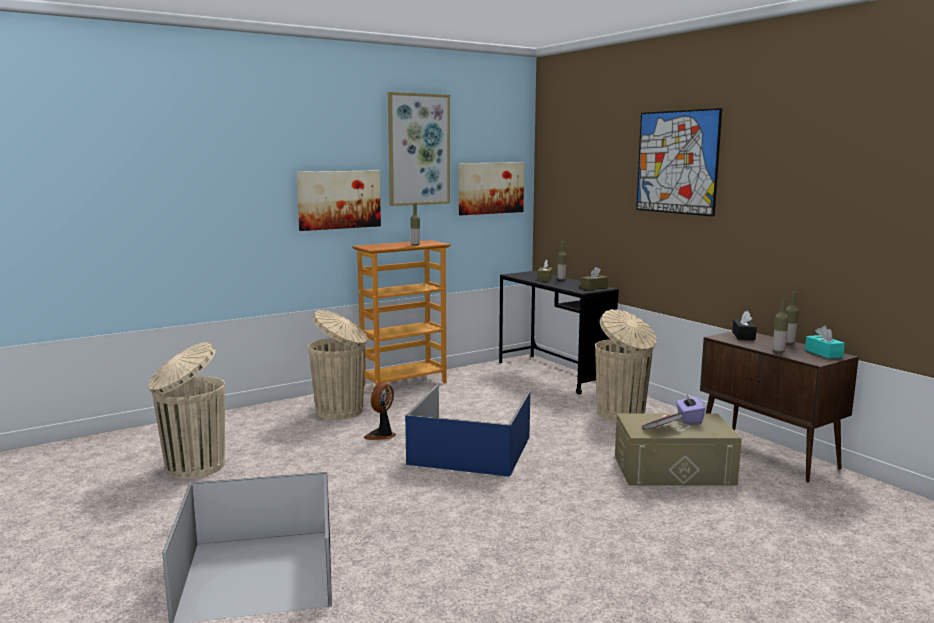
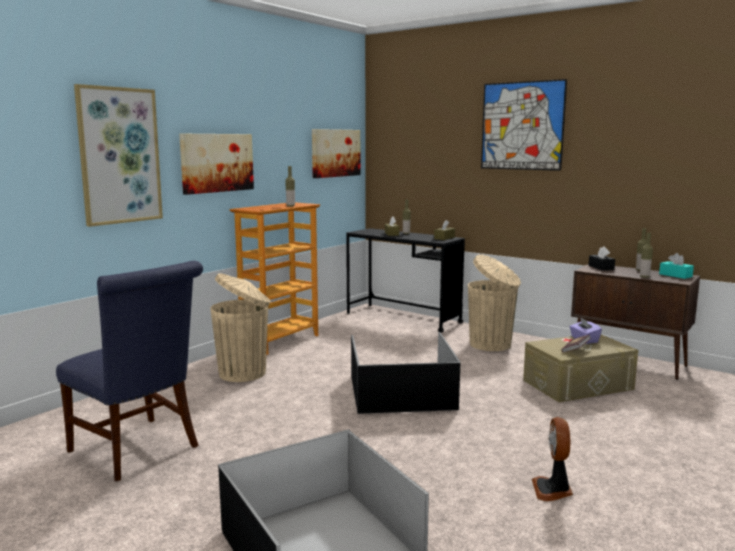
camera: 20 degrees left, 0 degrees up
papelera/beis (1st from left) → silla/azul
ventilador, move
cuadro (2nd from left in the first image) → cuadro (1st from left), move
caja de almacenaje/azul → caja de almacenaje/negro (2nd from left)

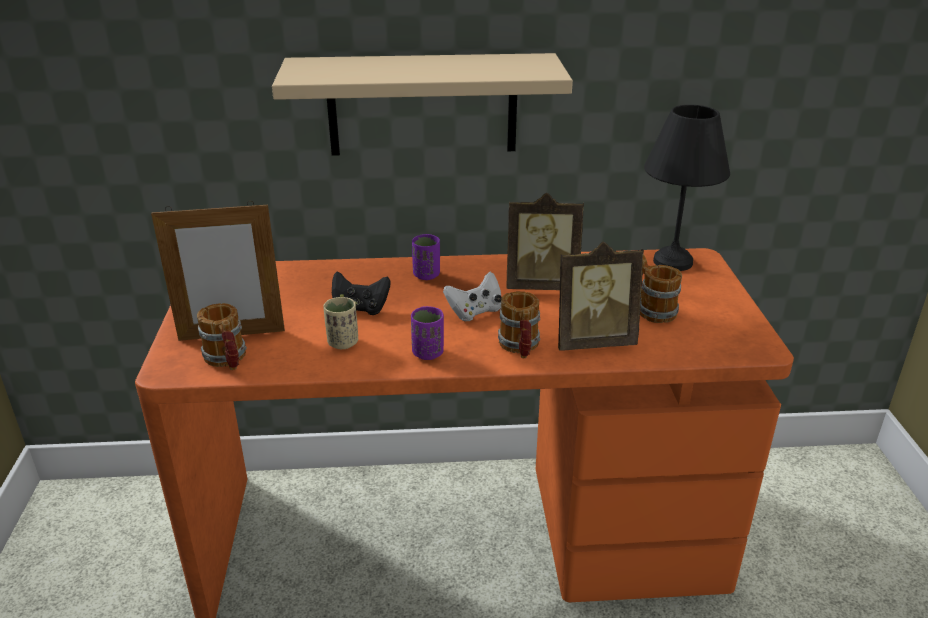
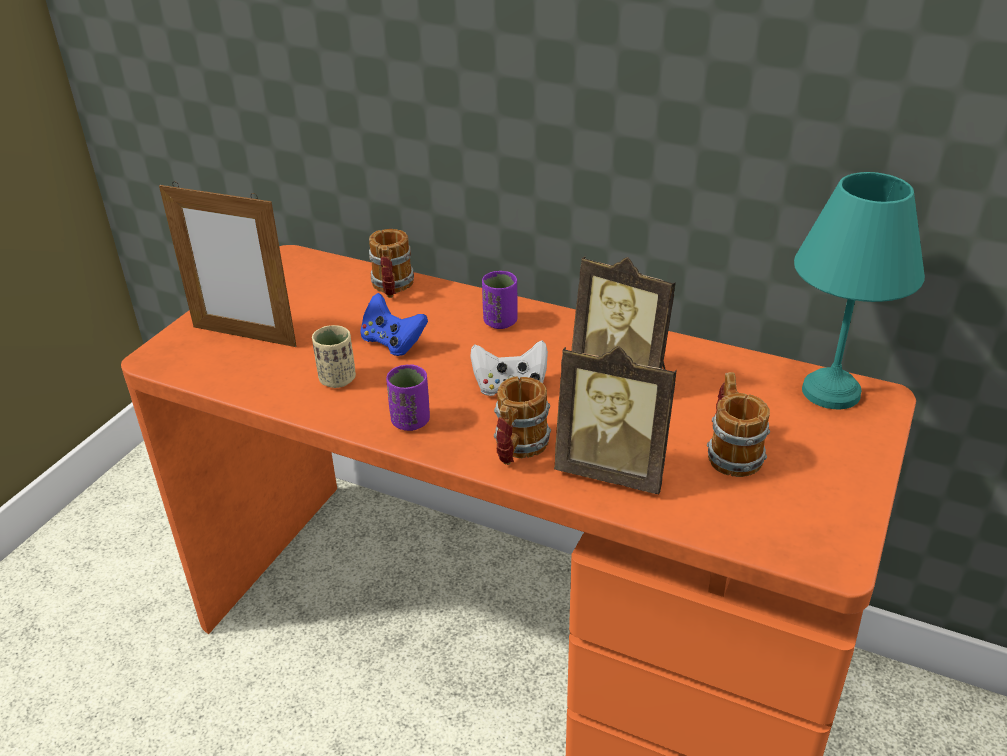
camera: 30 degrees right, 5 degrees up
taza grande (1st from left), move
estante/beis → -
mando de consola/negro → mando de consola/azul
lámpara de mesa/negro → lámpara de mesa/turquesa

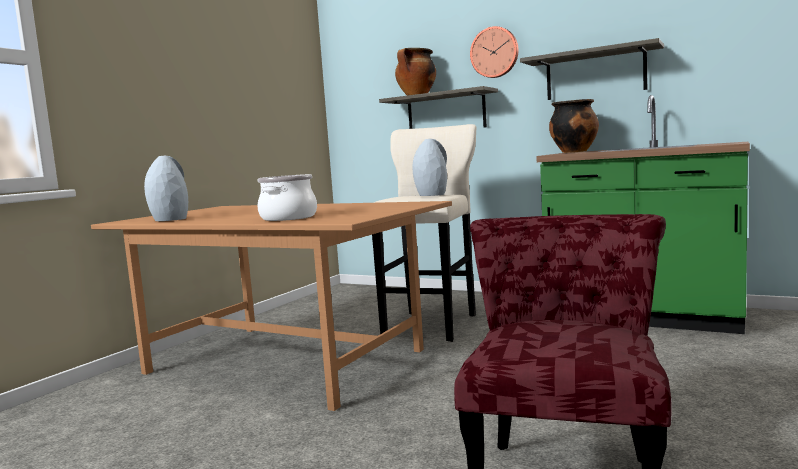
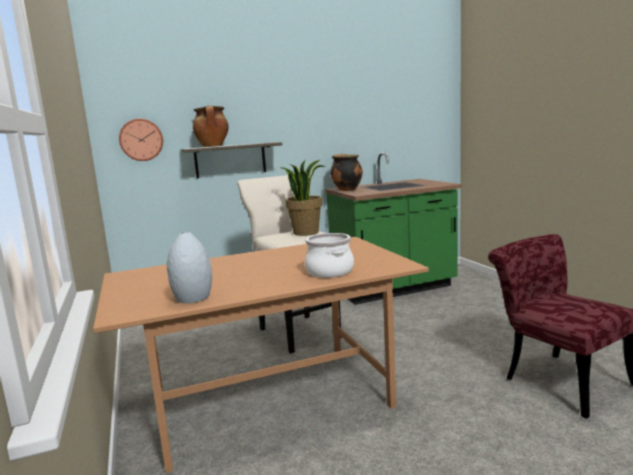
camera: 50 degrees left, 5 degrees up
florero/gris (2nd from left) → planta en maceta
reloj de pared, move
estante (2nd from left) → -

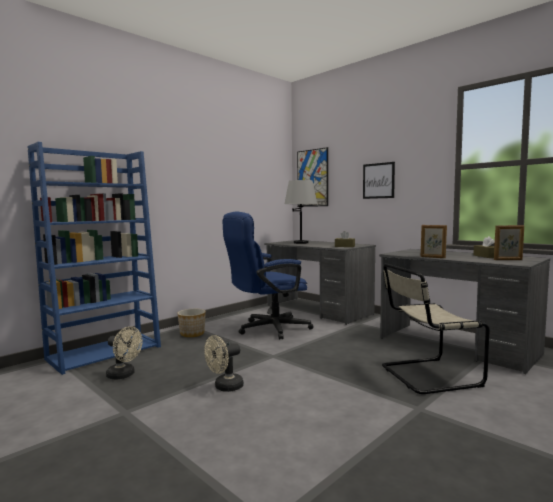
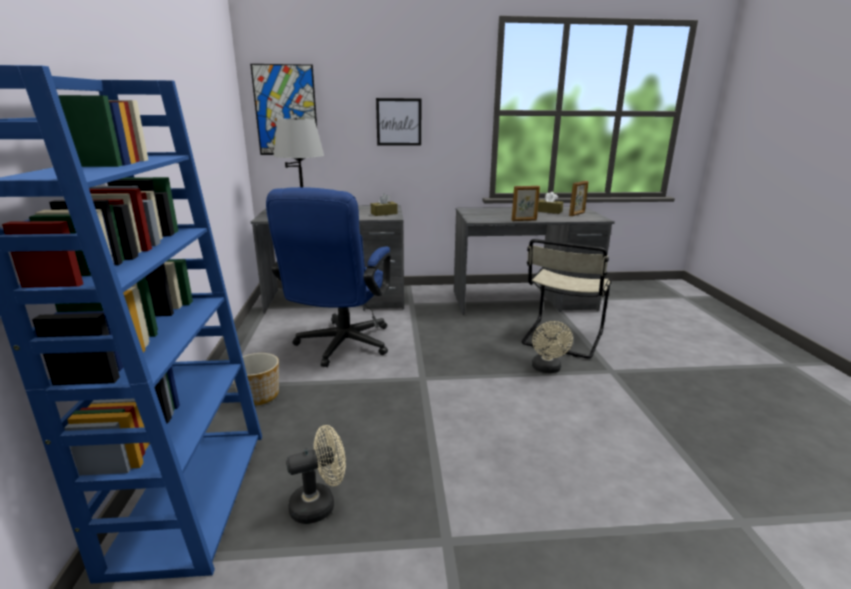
camera: 50 degrees left, 15 degrees up
ventilador/beis (2nd from left), move

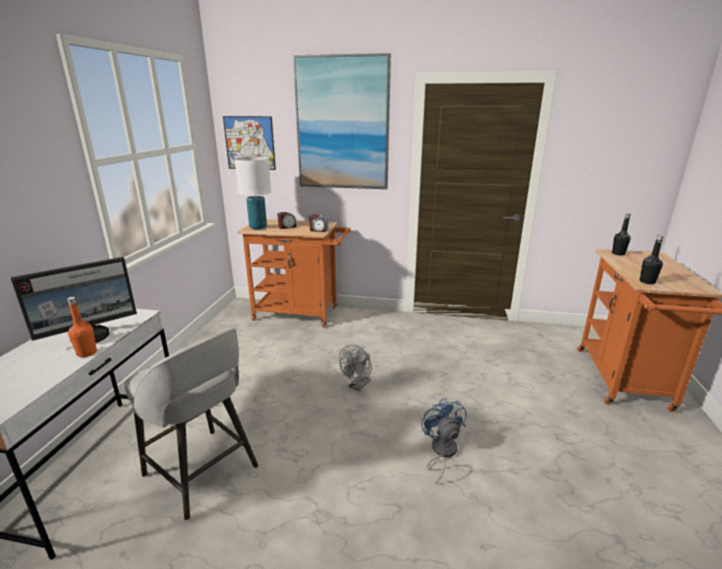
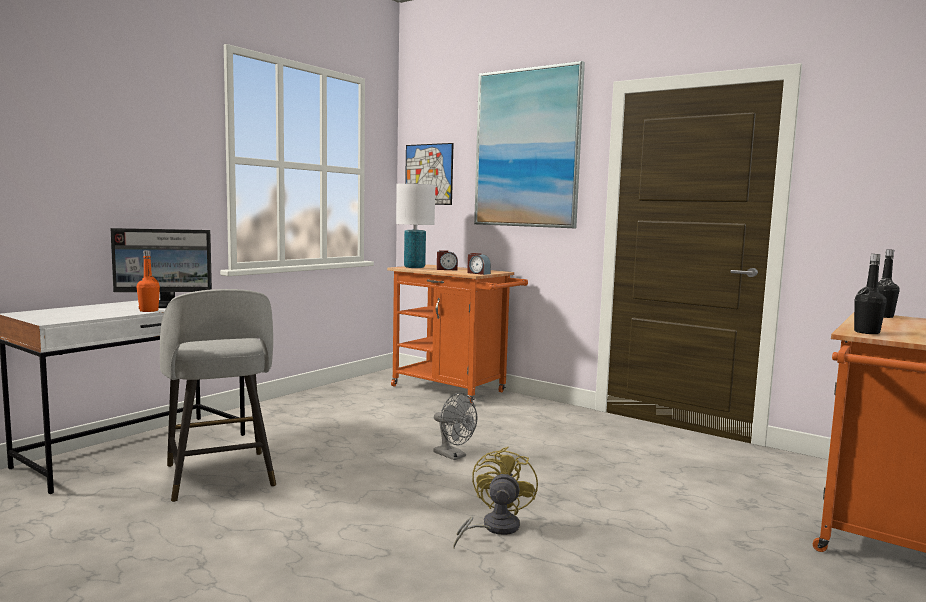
camera: 25 degrees right, 15 degrees down
ventilador/gris, 105 degrees counterclockwise
ventilador/azul → ventilador/amarillo

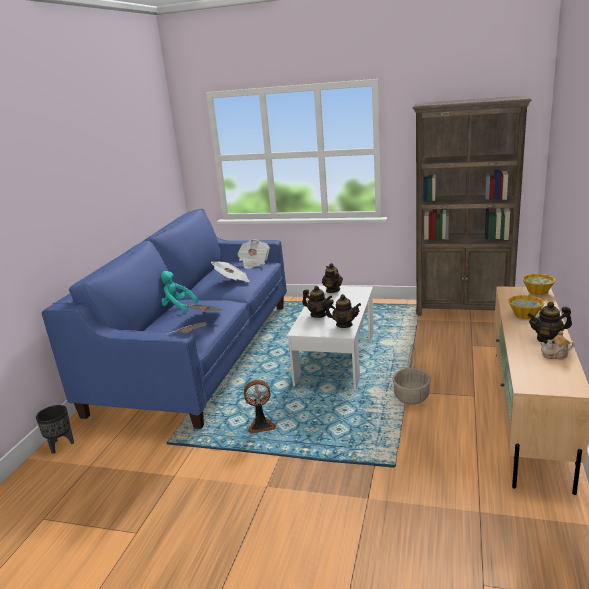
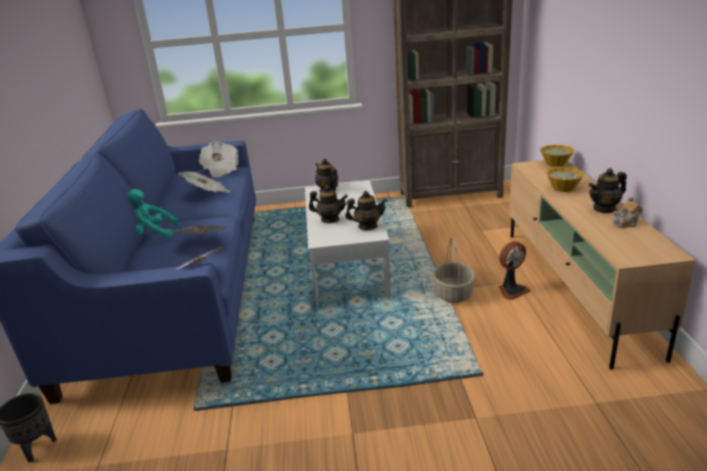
camera: 20 degrees left, 5 degrees up
ventilador, move

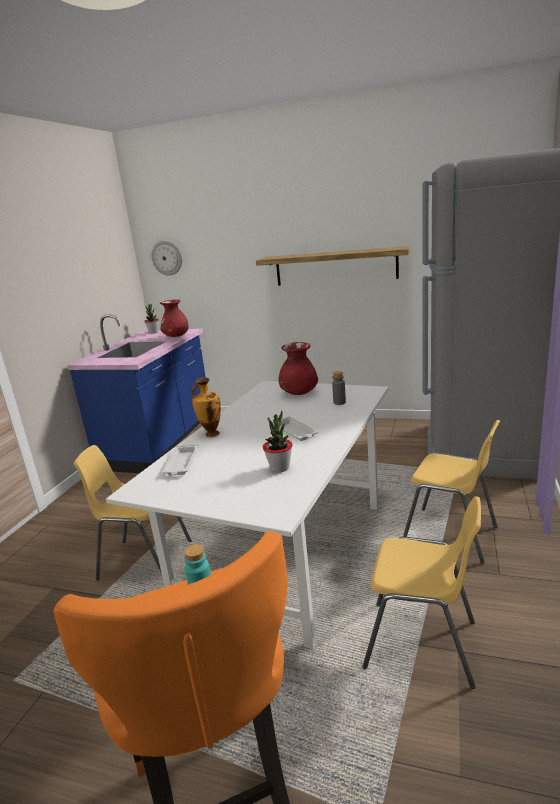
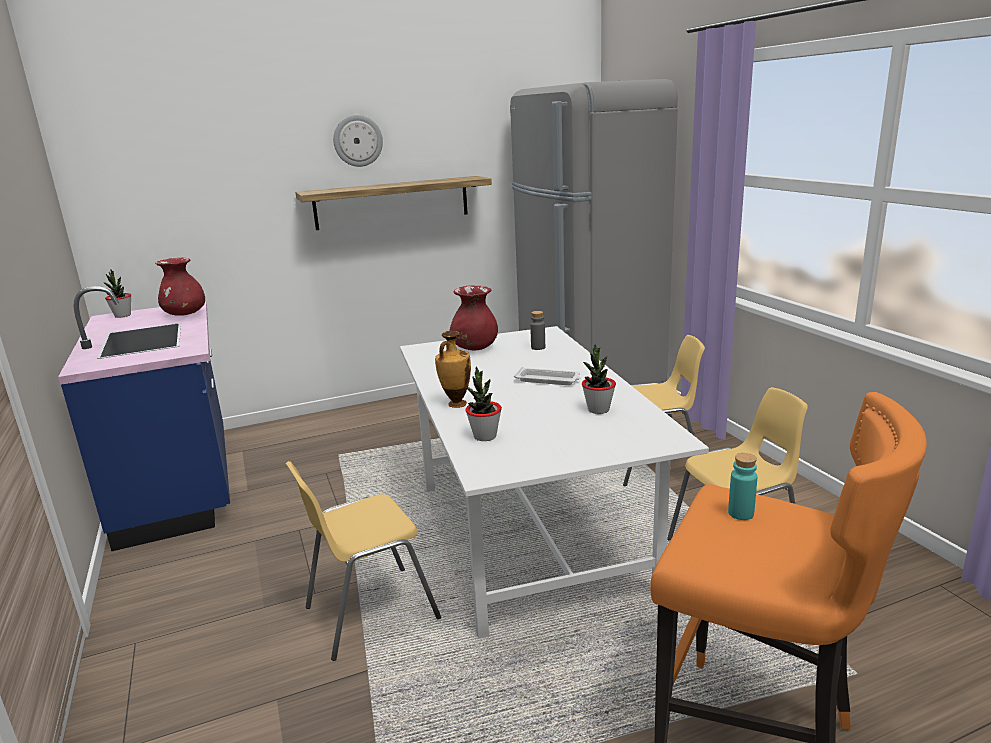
camera: 40 degrees left, 0 degrees up
reloj de pared, move
bandeja/blanco (1st from left) → planta en maceta (2nd from left)

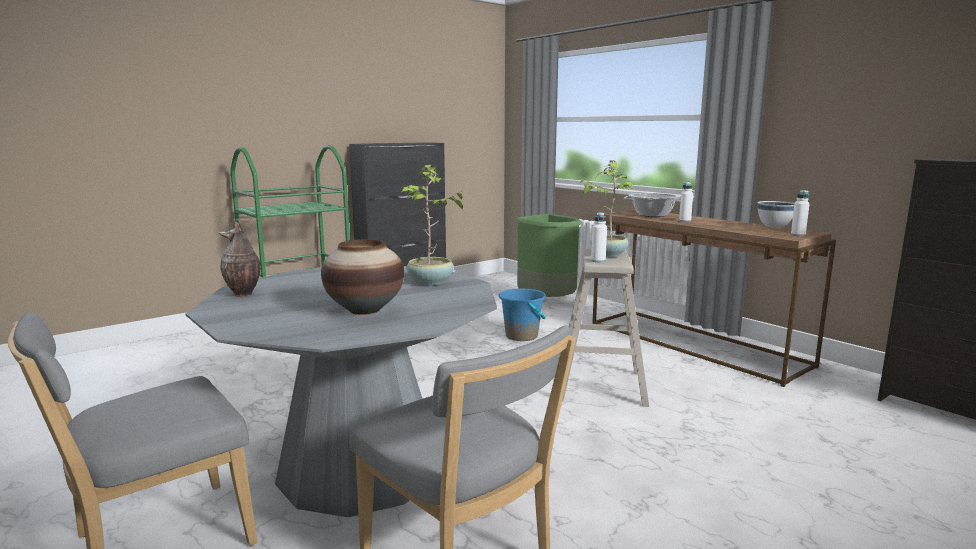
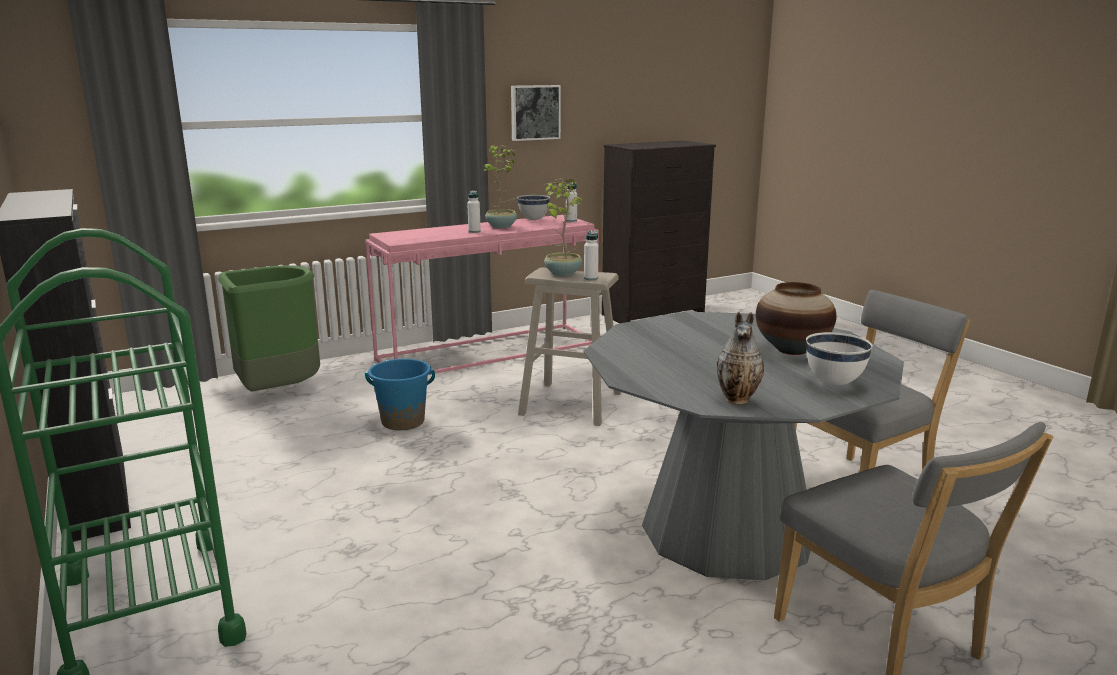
camera: 80 degrees left, 5 degrees up
planta en maceta (1st from left), move
mesa consola/marrón → mesa consola/rosa
olla → -
- → cuadro
- → cuenco/blanco (2nd from left)

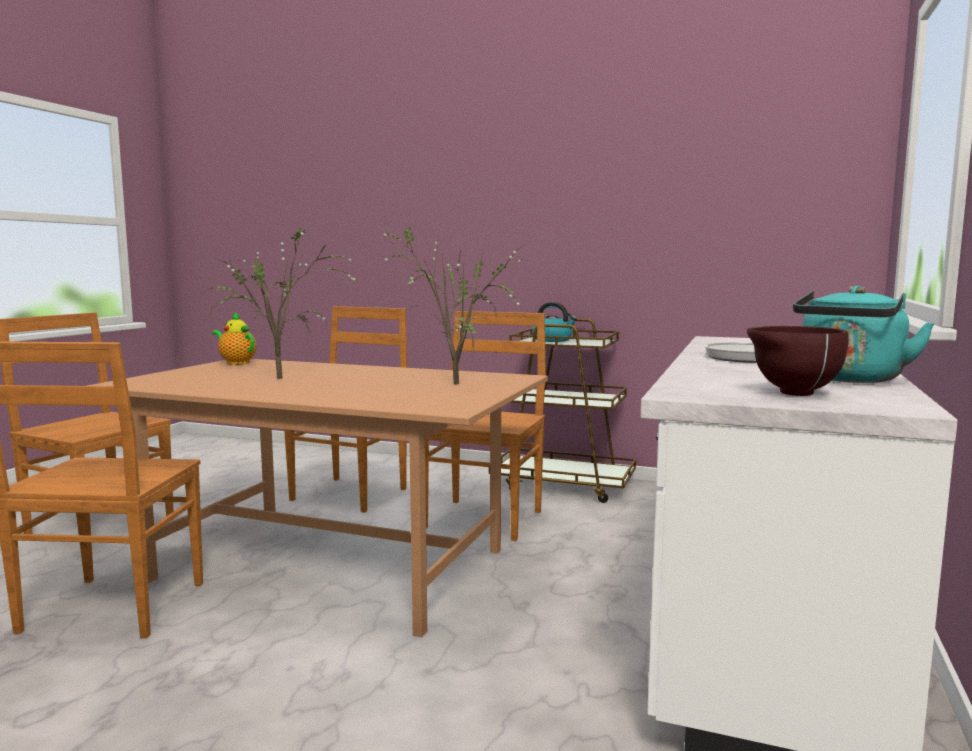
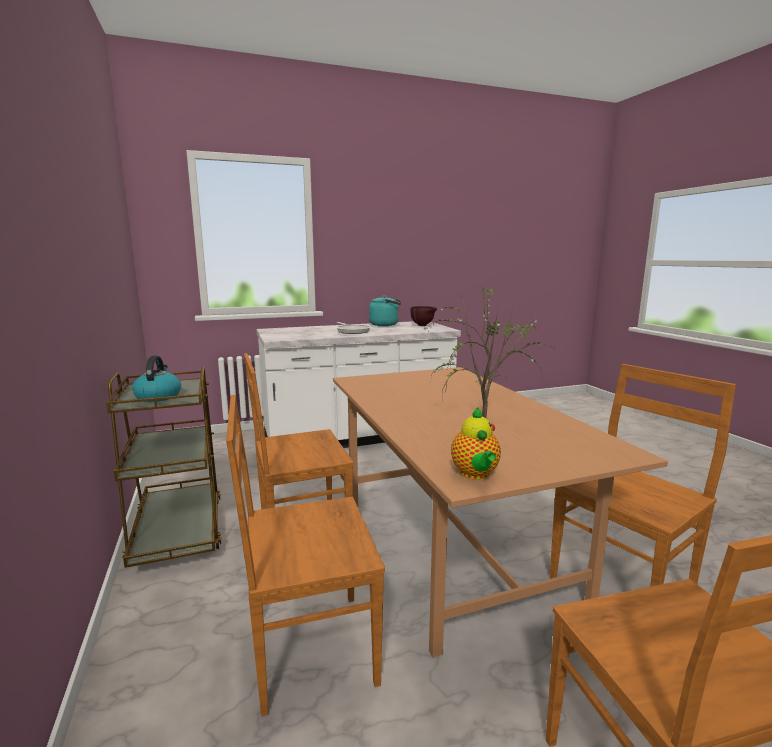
camera: 130 degrees left, 5 degrees up
planta en maceta (2nd from left) → -

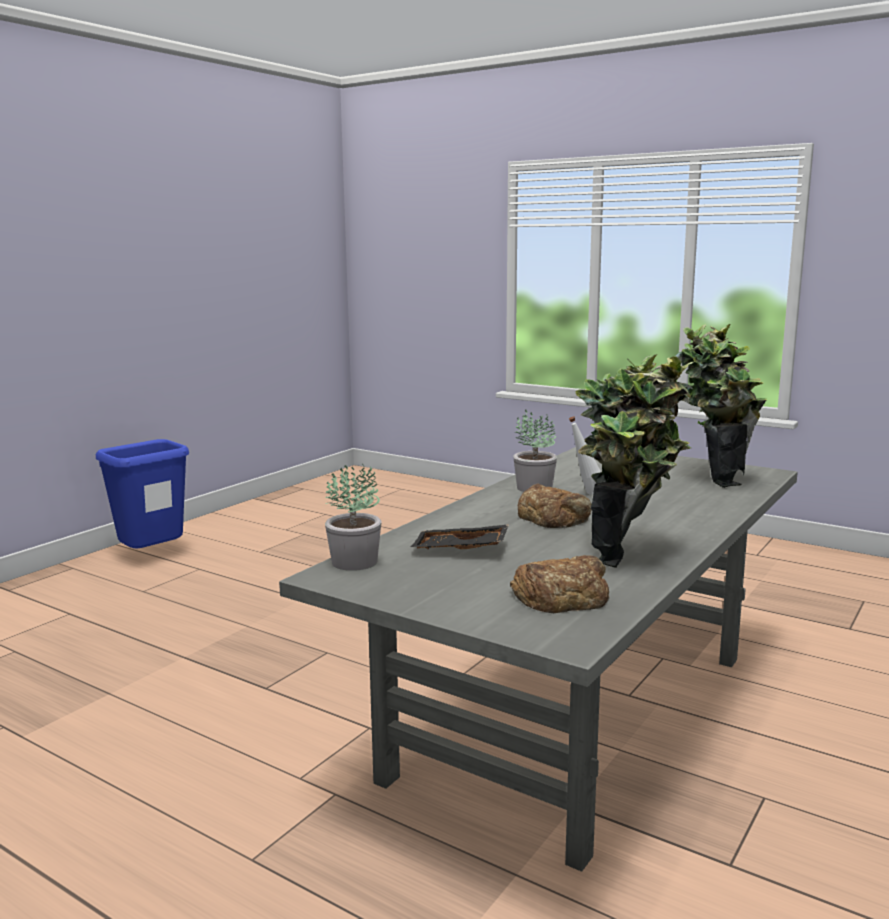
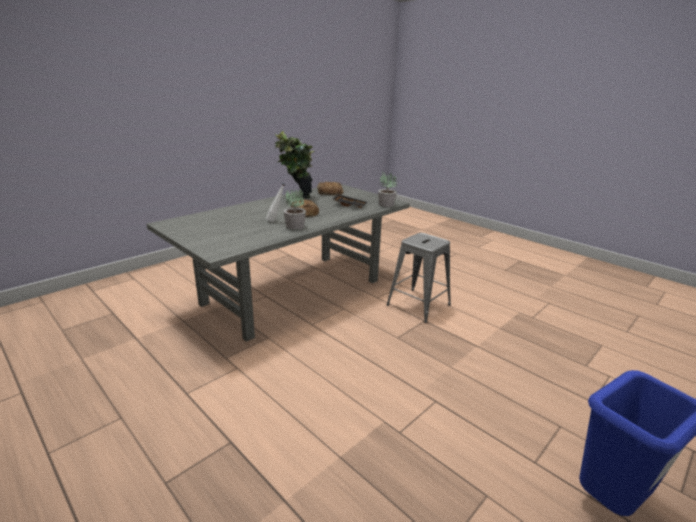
camera: 170 degrees left, 10 degrees up
planta en maceta (4th from left) → -
- → taburete/gris

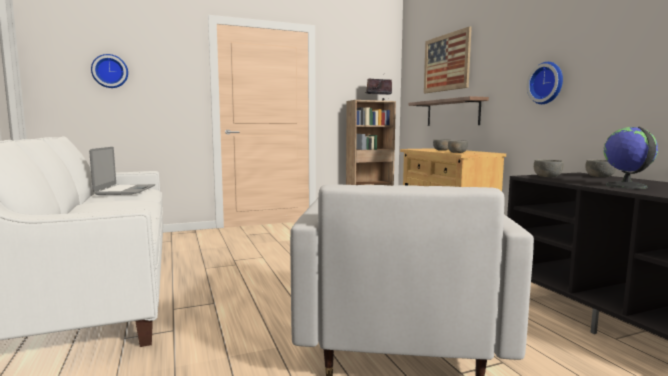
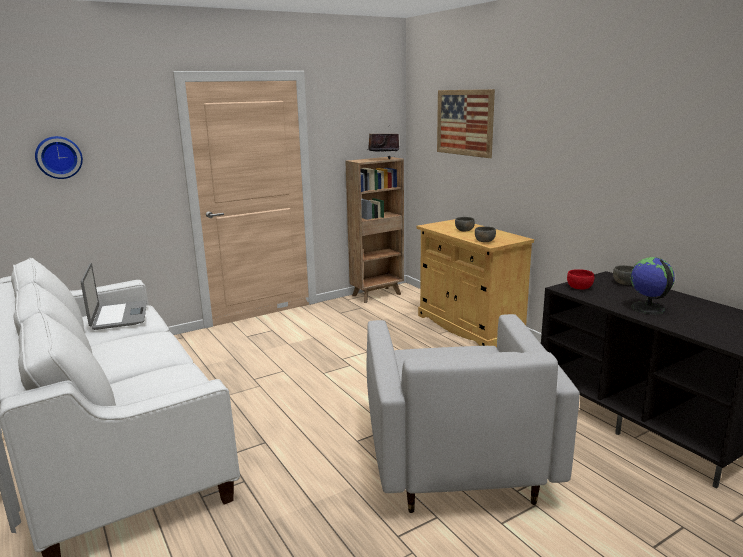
camera: 10 degrees left, 10 degrees up
estante → -
reloj de pared (2nd from left) → -
cuenco/gris (3rd from left) → cuenco/rojo

